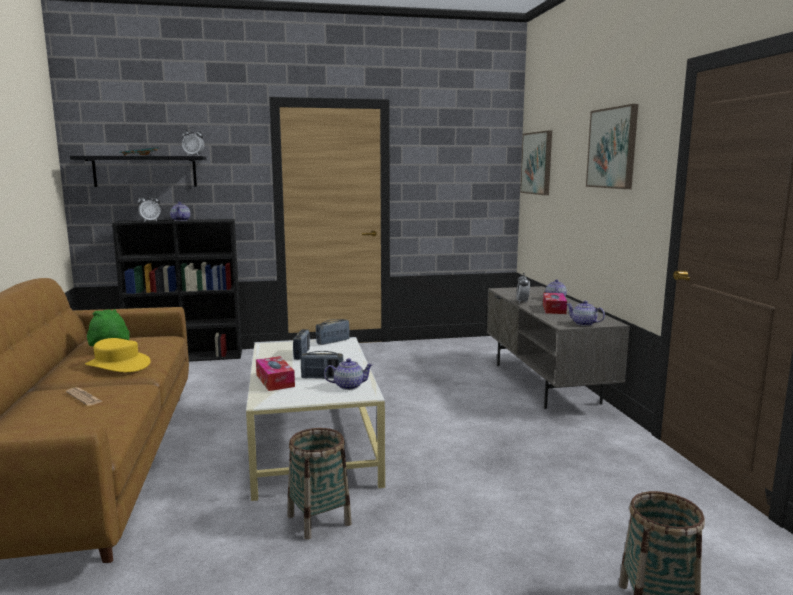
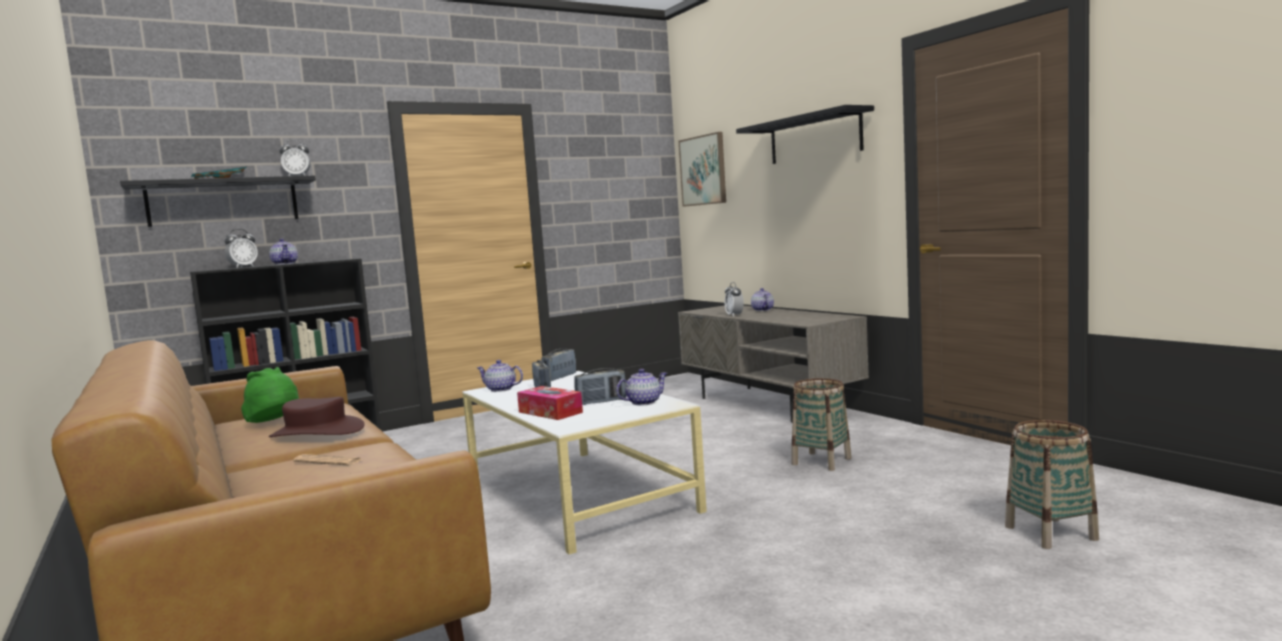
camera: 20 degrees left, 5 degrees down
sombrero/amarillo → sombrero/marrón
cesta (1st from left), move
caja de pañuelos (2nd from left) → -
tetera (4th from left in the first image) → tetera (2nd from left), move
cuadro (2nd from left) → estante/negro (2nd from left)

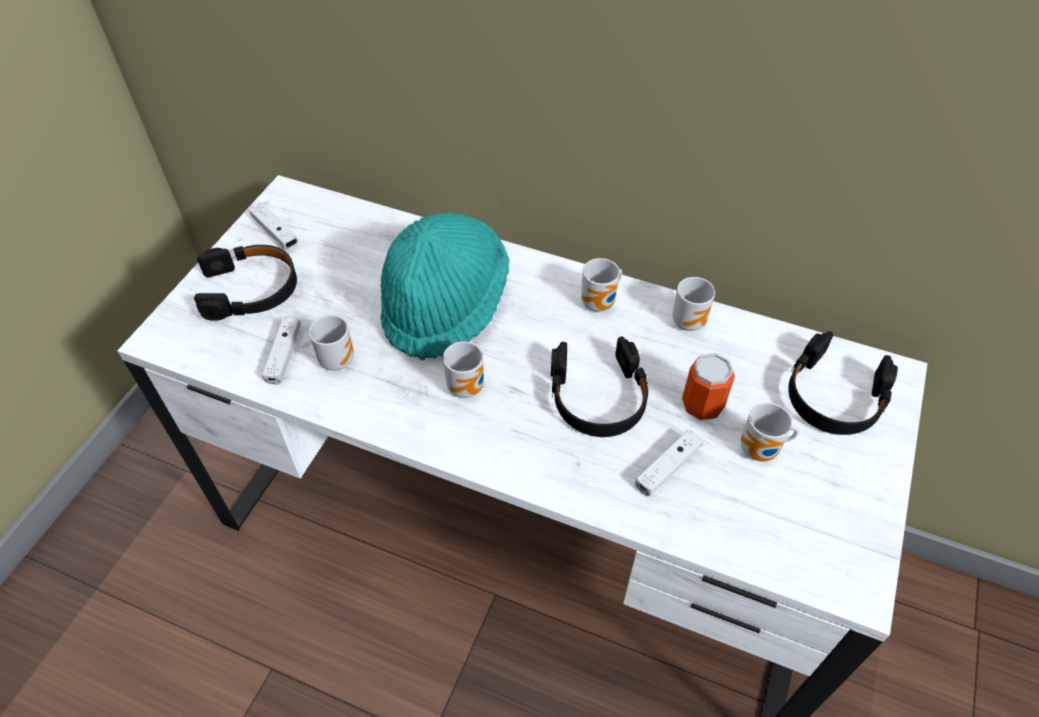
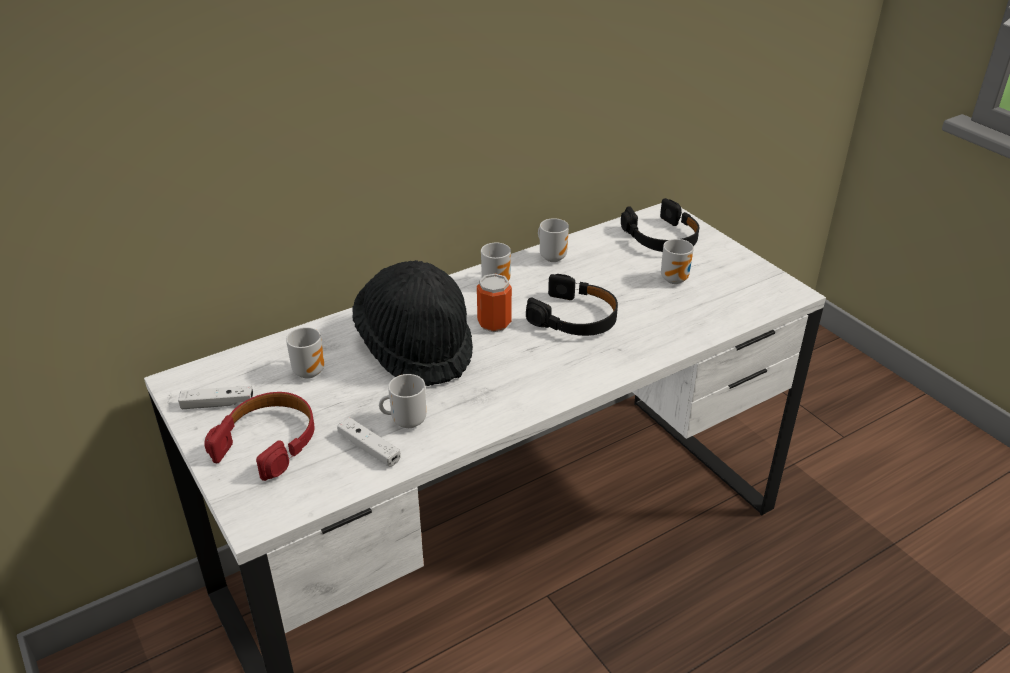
camera: 55 degrees left, 15 degrees down
auriculares/negro (1st from left) → auriculares/rojo
sombrero/turquesa → sombrero/negro
taza grande (2nd from left in the first image) → taza grande (1st from left), move
mando de consola/blanco (3rd from left) → -
lata, move

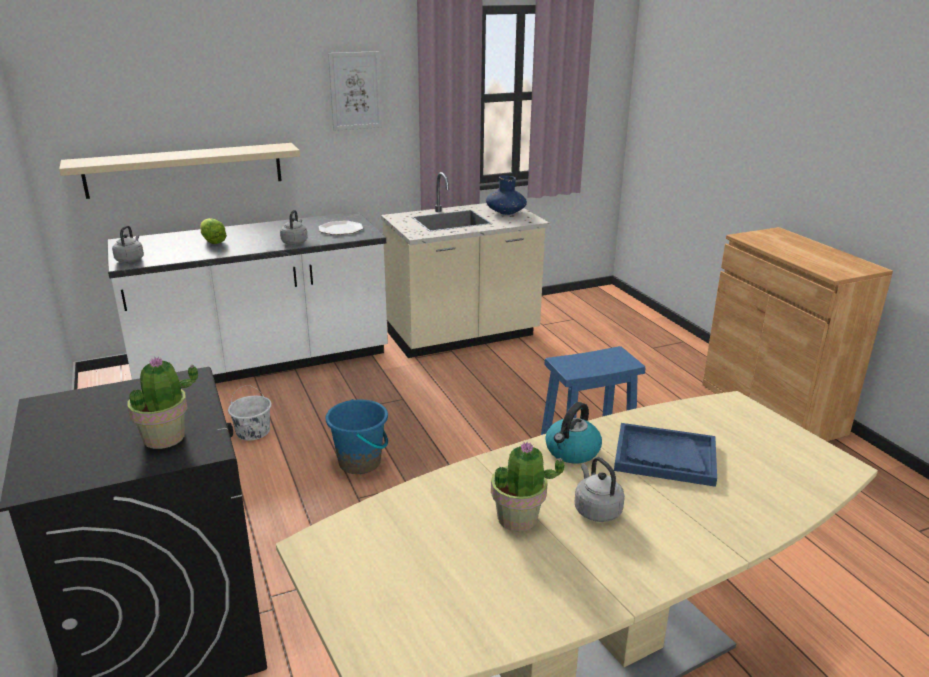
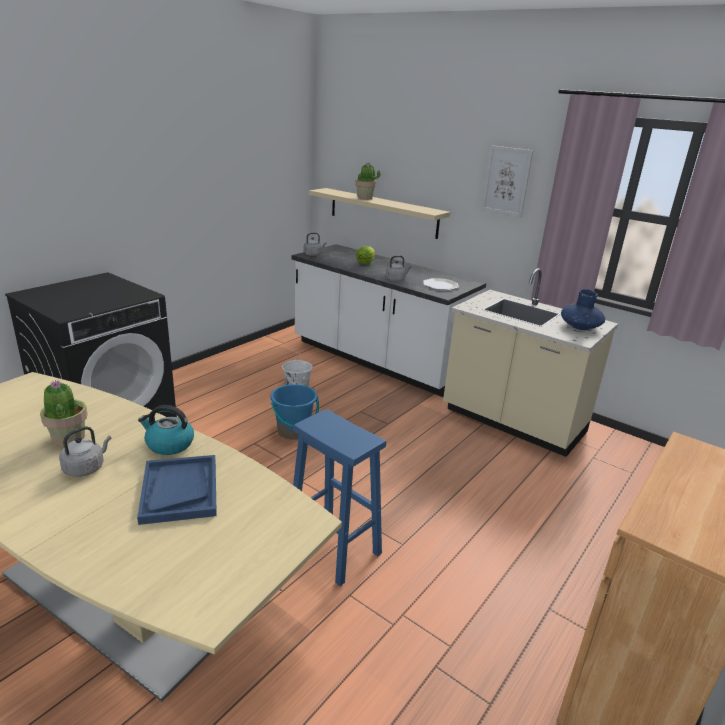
camera: 60 degrees right, 0 degrees up
planta en maceta (1st from left in the first image) → planta en maceta (2nd from left), move

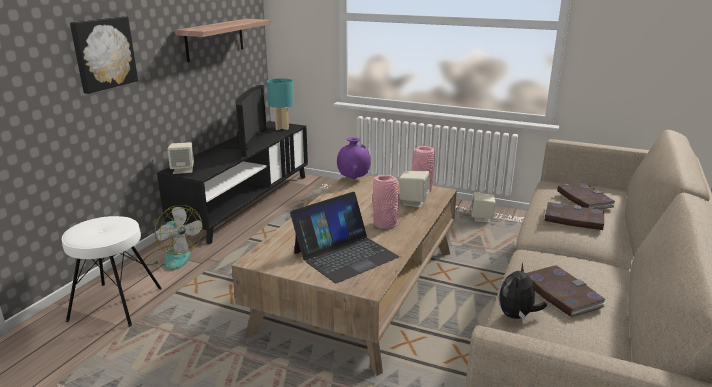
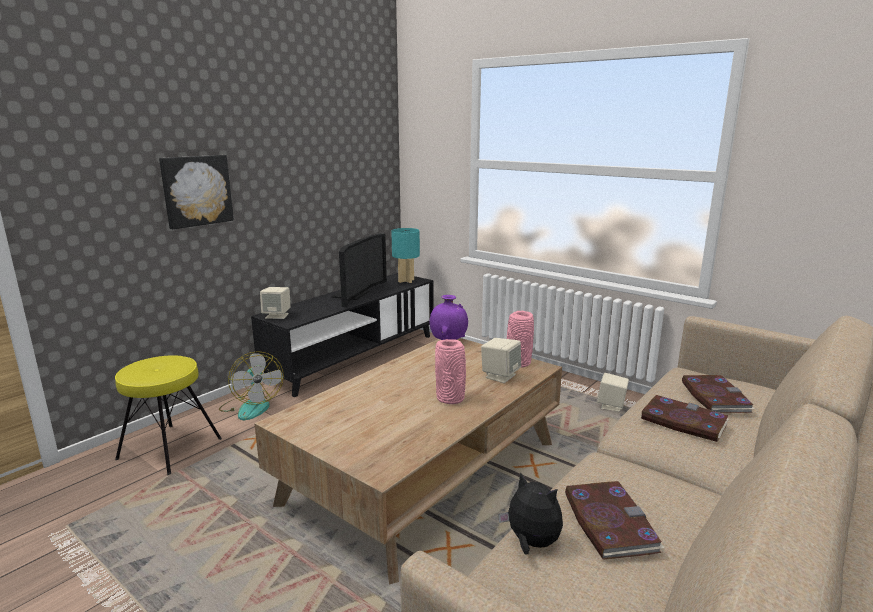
camera: 15 degrees right, 5 degrees down
taburete/blanco → taburete/amarillo
estante → -
portátil → -
peluche, 90 degrees clockwise

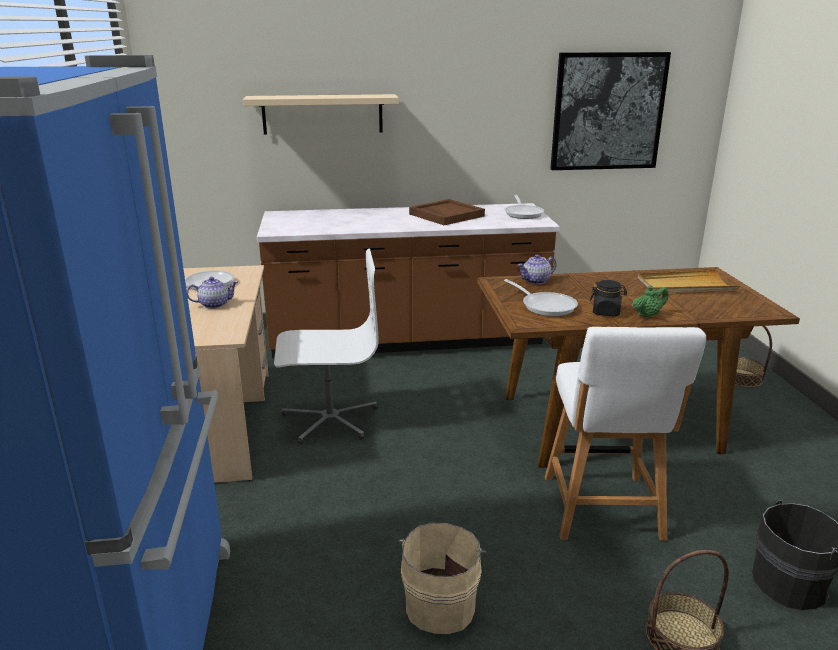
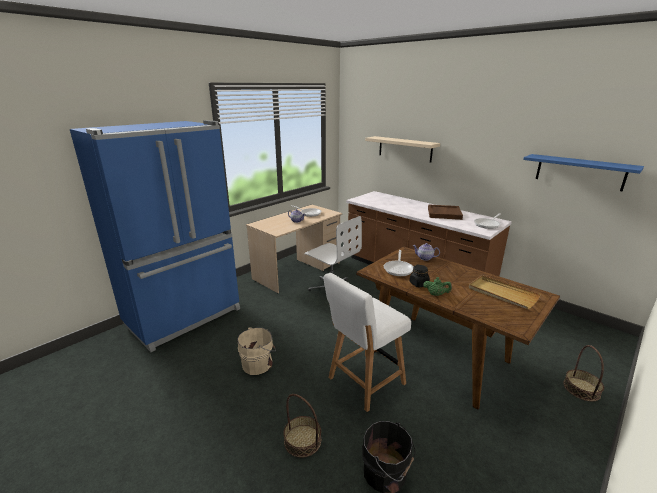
camera: 50 degrees right, 0 degrees up
cuadro → estante/azul

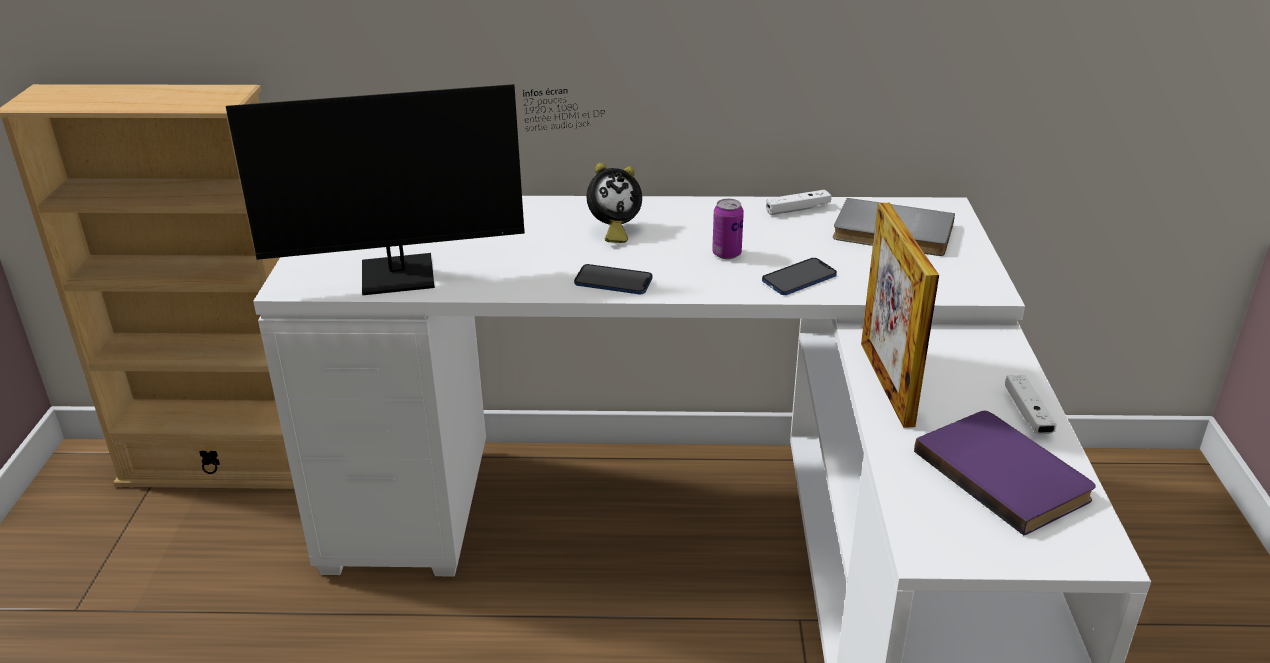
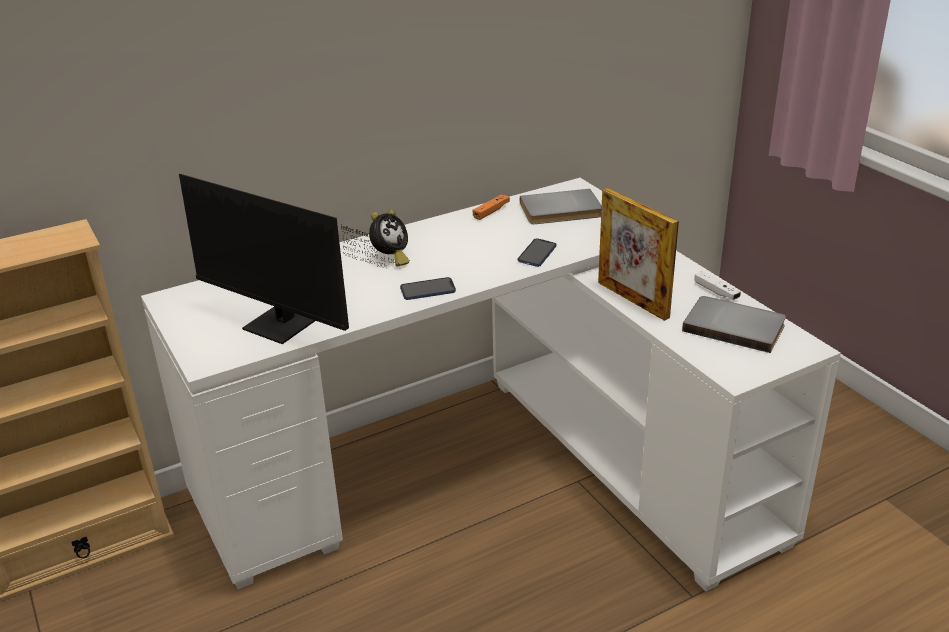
camera: 30 degrees left, 0 degrees up
monitor, 75 degrees clockwise
lata → -
mando de consola/blanco (1st from left) → mando de consola/naranja
libro/morado → libro/gris (2nd from left)

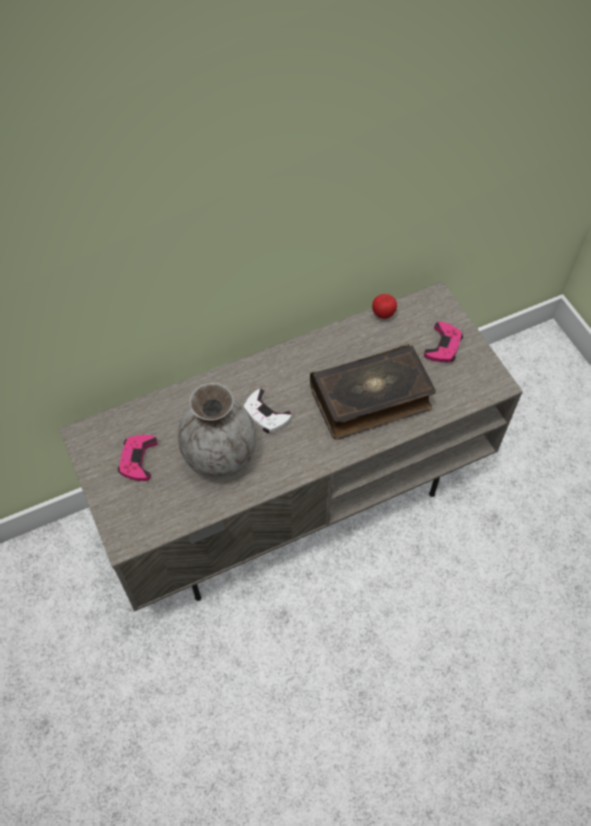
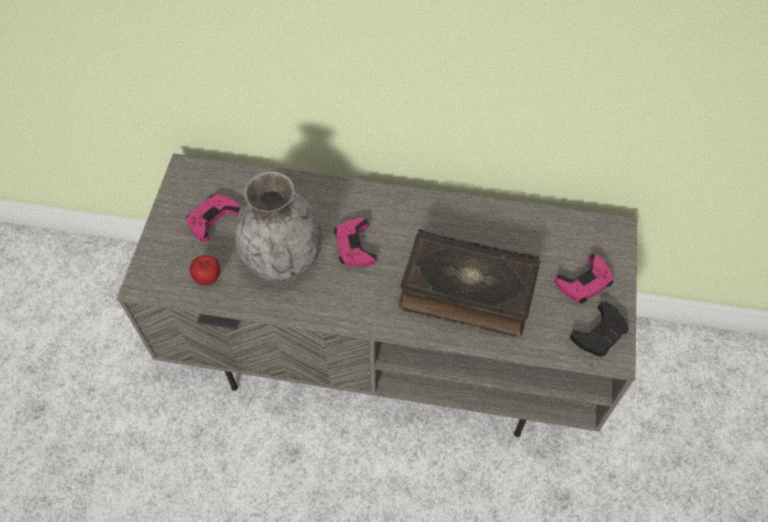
camera: 35 degrees right, 0 degrees up
mando de consola/blanco → mando de consola/rosa (2nd from left)
manzana, move
- → mando de consola/negro

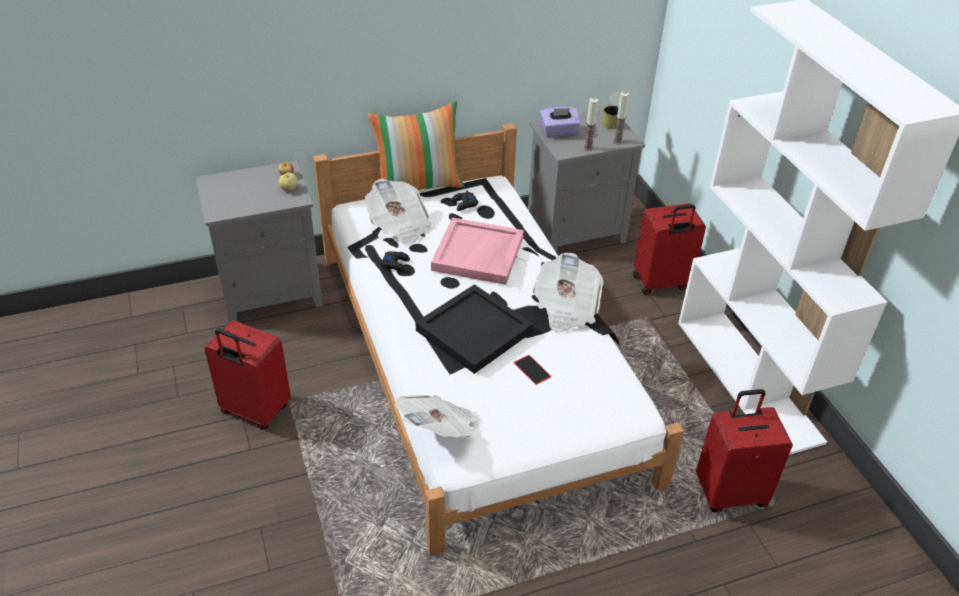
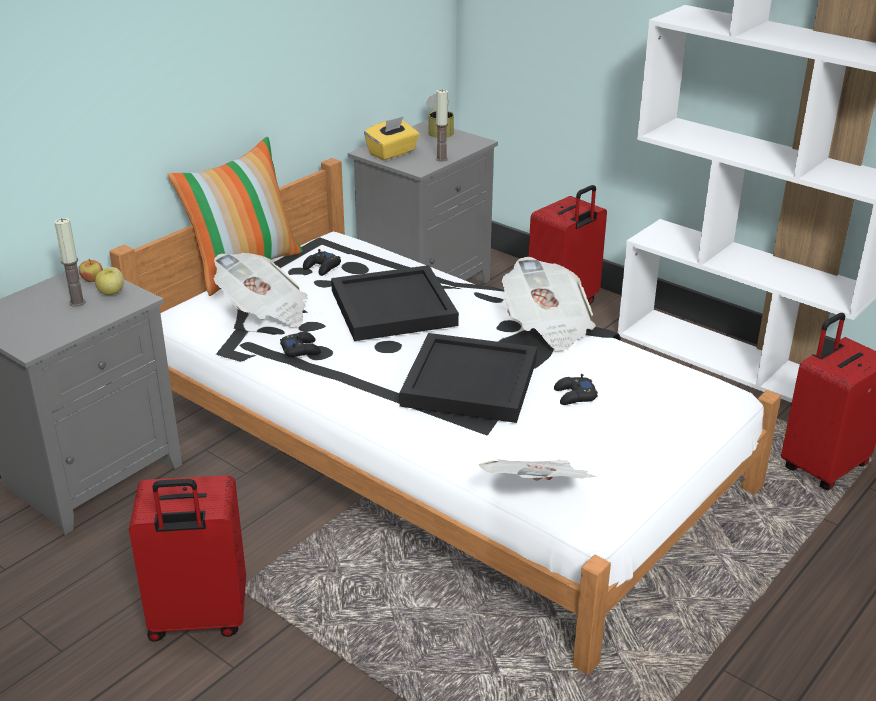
camera: 30 degrees left, 10 degrees down
bandeja/rosa → bandeja/negro (1st from left)
móvil → mando de consola/negro (3rd from left)
caja de pañuelos/morado → caja de pañuelos/amarillo
vela (2nd from left in the first image) → vela (1st from left), move

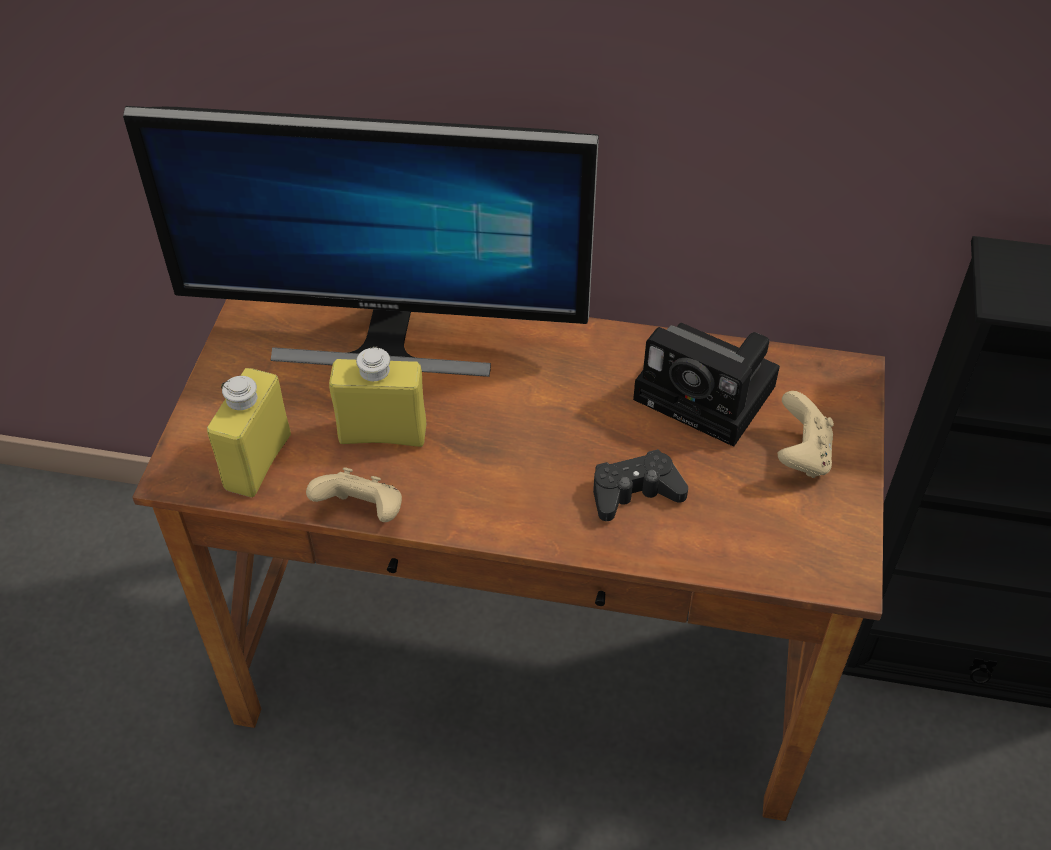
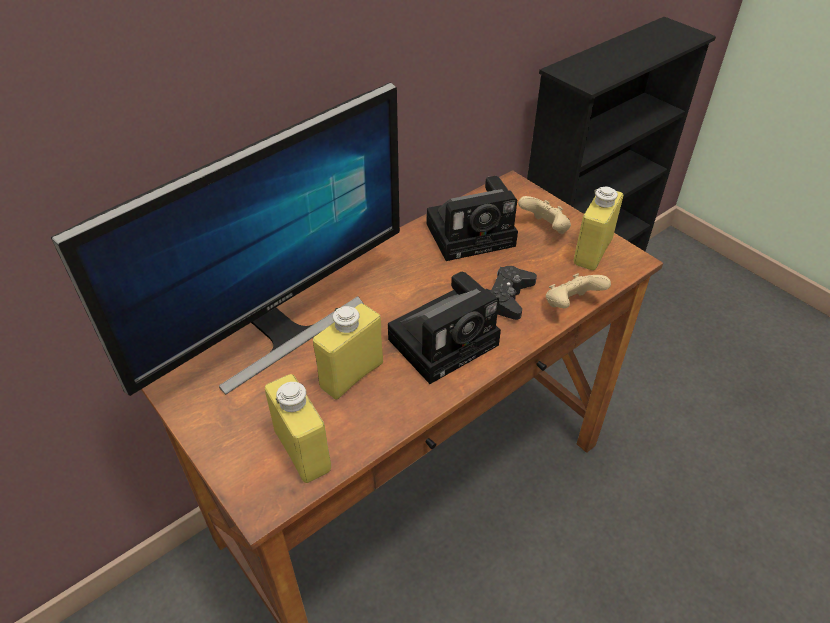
camera: 50 degrees left, 5 degrees down
mando de consola/beis (1st from left in the first image) → mando de consola/beis (2nd from left), move
- → cámara (1st from left)
- → botella/amarillo (3rd from left)

